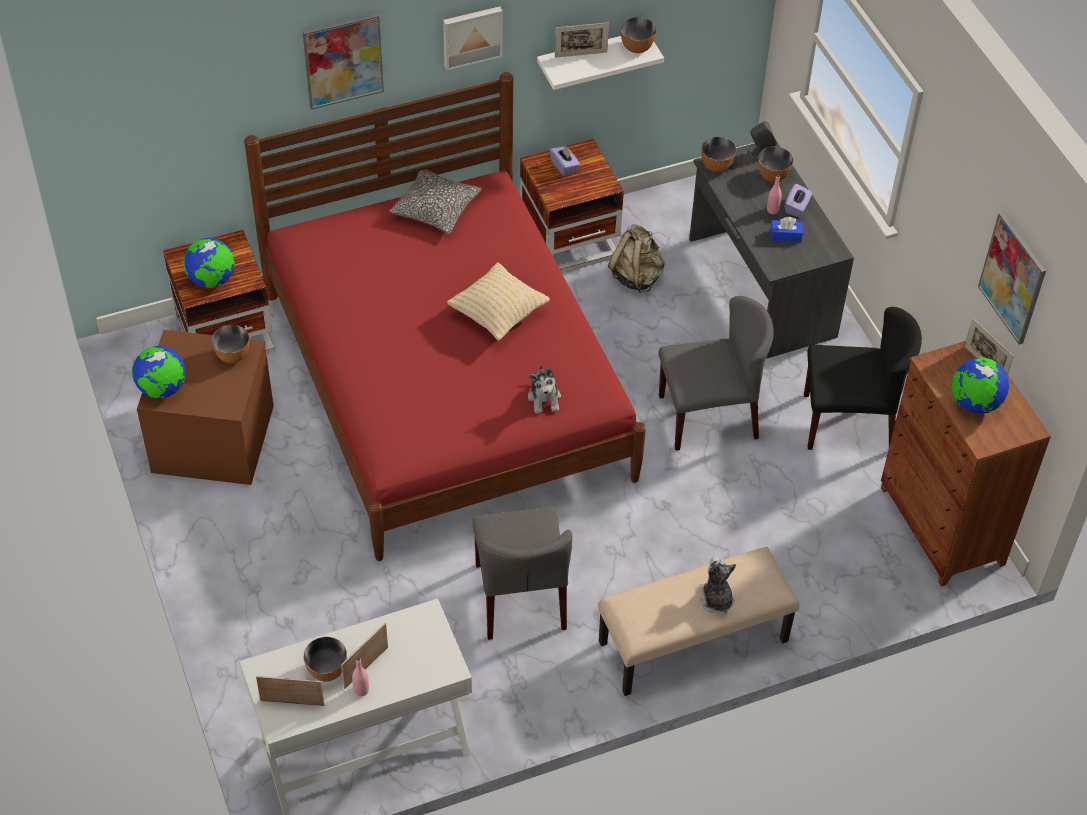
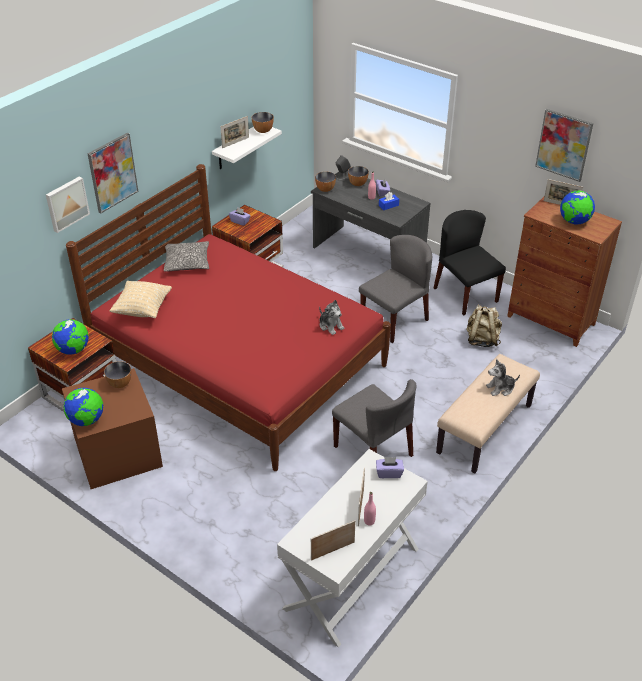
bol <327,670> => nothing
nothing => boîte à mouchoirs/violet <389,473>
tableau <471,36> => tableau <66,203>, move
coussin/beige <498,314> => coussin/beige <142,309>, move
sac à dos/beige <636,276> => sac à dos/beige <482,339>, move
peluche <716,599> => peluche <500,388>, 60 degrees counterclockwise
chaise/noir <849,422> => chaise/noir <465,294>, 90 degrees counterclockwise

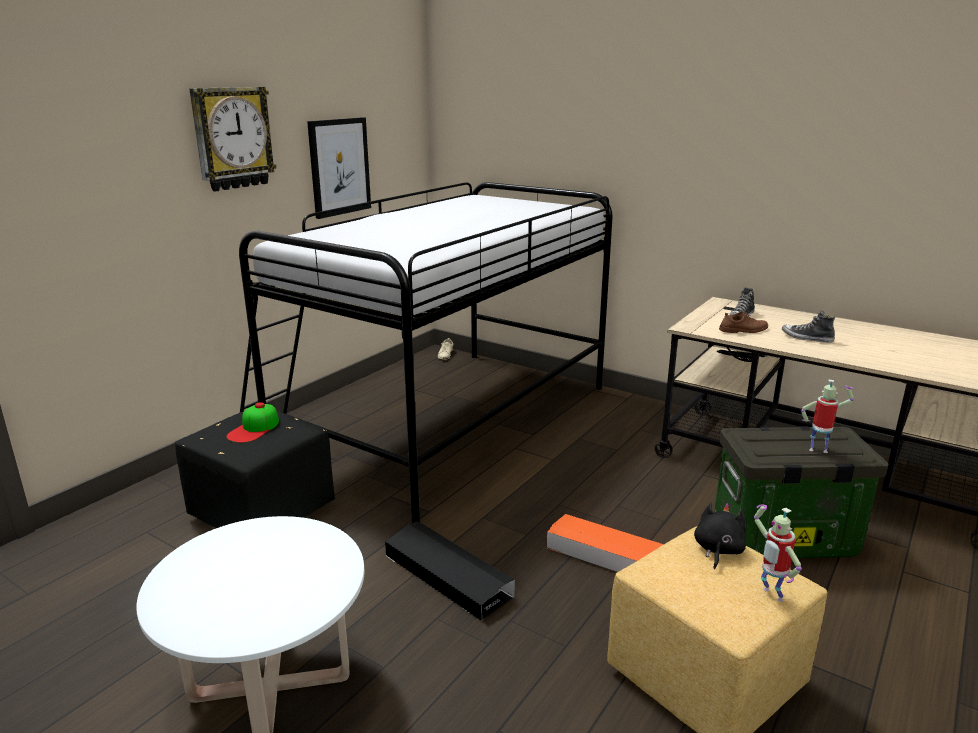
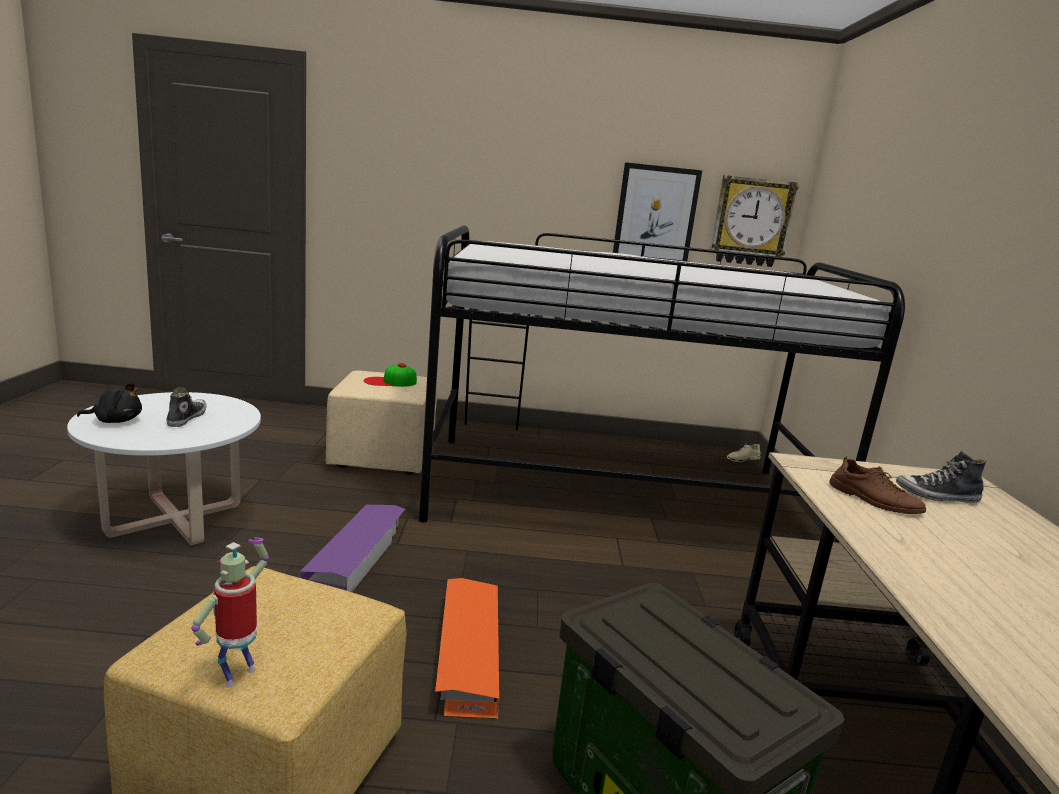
robot jouet <818,450> => nothing
horloge murale <232,138> => horloge murale <751,222>, move
peluche/noir <718,550> => peluche/noir <115,420>, move
chaussure <806,338> => chaussure <186,418>, move
pouf/noir <265,512> => pouf/beige <384,458>
boîte de rangement/noir <447,575> => boîte de rangement/violet <357,555>

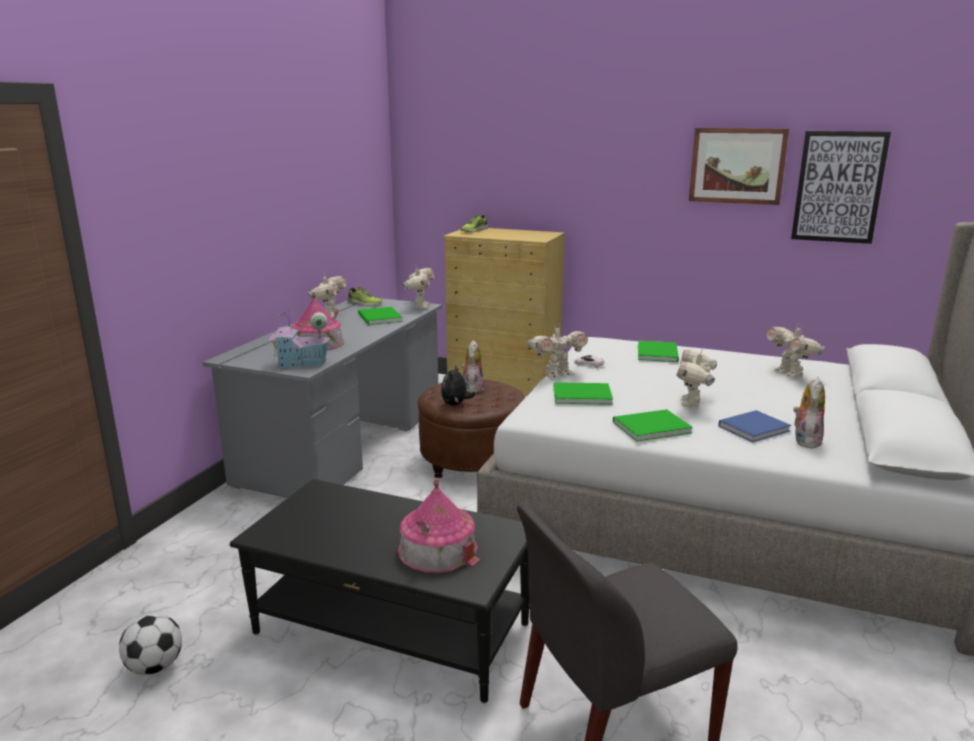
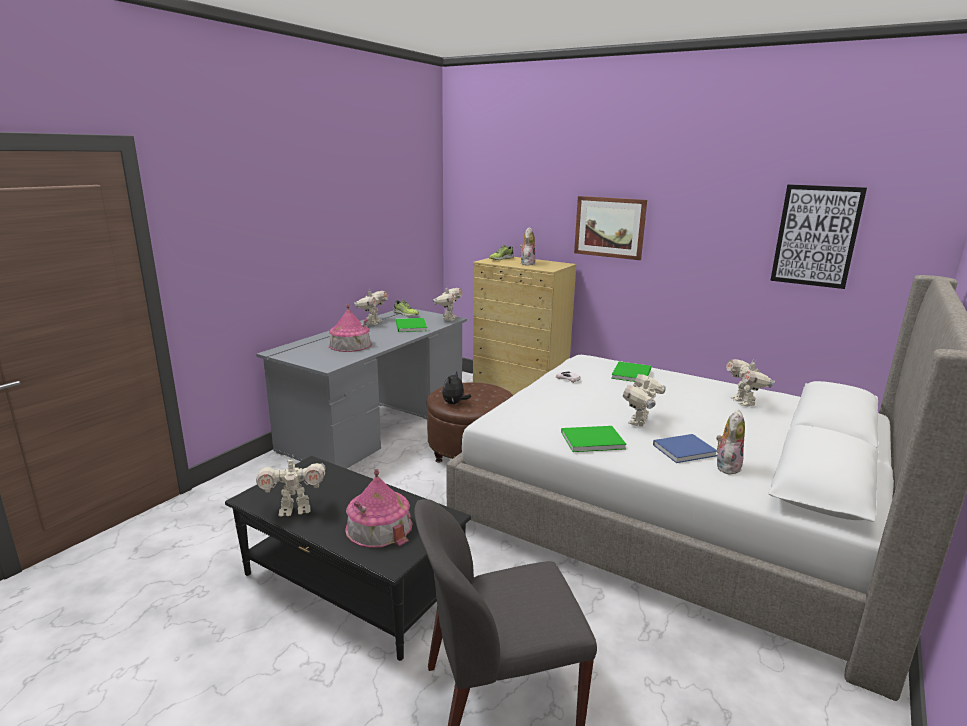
ballon de foot <155,667> => nothing
maison miniature <301,364> => nothing
livre/vert <580,395> => nothing
peluche <472,388> => peluche <527,263>, move
robot jouet <557,374> => robot jouet <295,510>, move
tableau <737,165> => tableau <609,227>, move

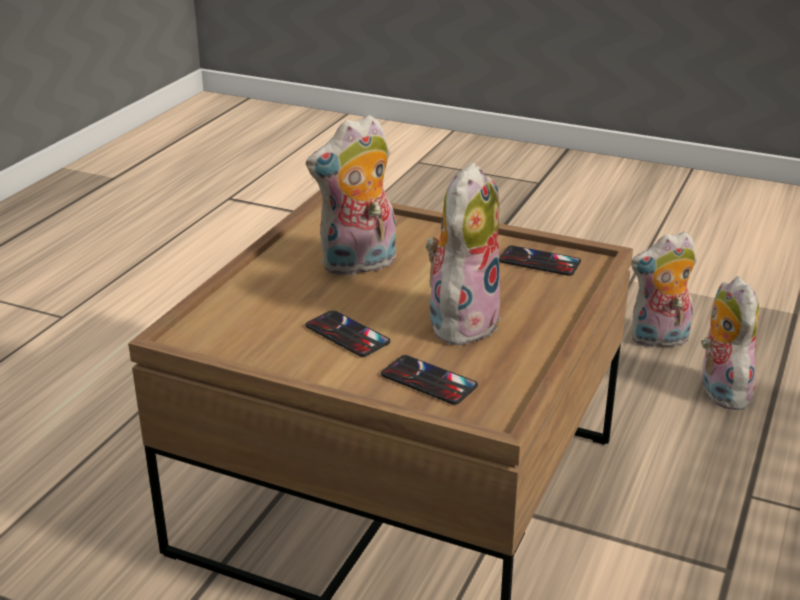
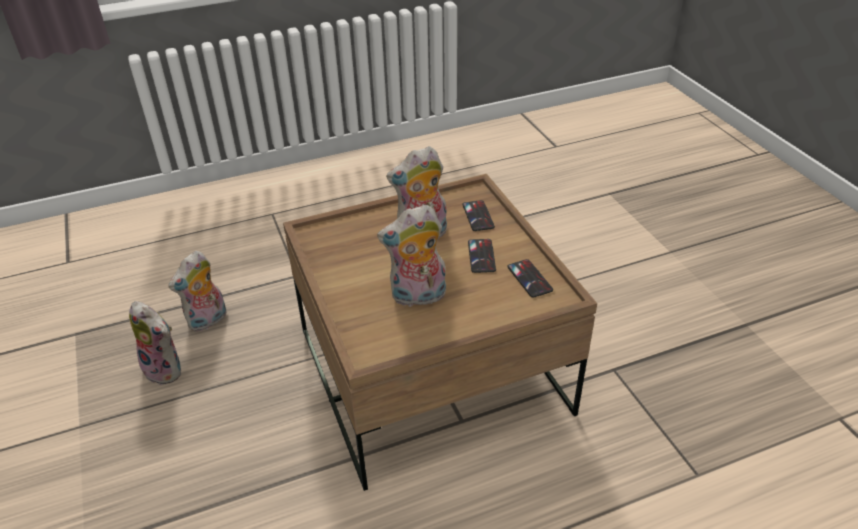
téléphone <539,262> => téléphone <529,278>, move
peluche <358,265> => peluche <417,297>, 150 degrees clockwise

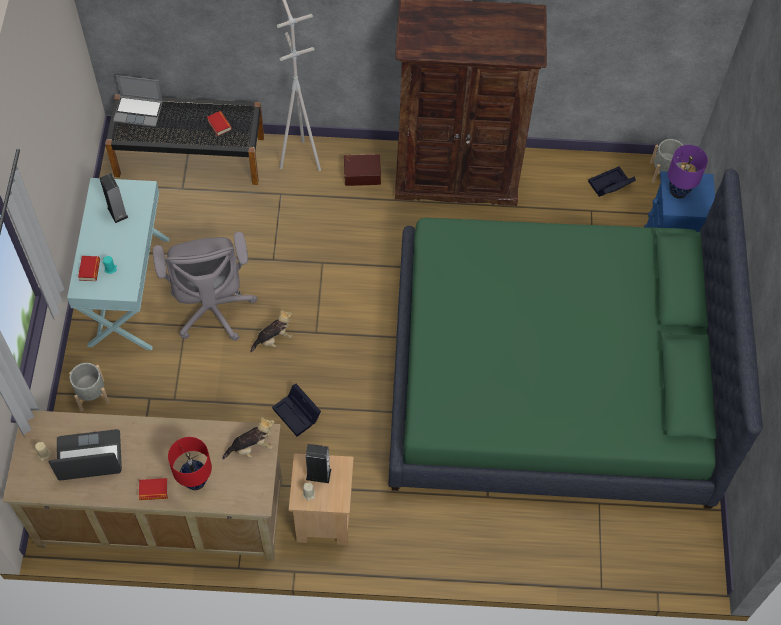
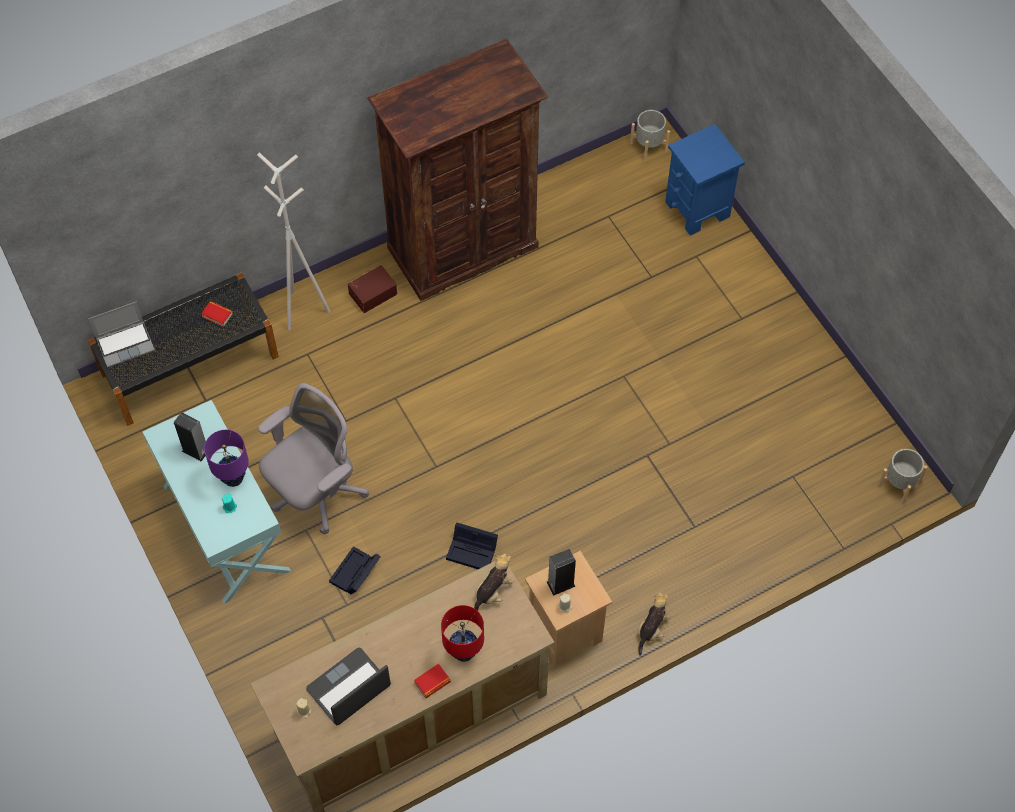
livre <90,270> => nothing
lit/vert <551,377> => nothing
cache-pot/gris <92,395> => cache-pot/gris <898,484>, move
peluche <274,339> => peluche <652,629>, move
boîte de rangement/noir <609,186> => boîte de rangement/noir <355,574>, move
lampe de table/violet <678,191> => lampe de table/violet <233,477>, move
chaise de bureau/gris <210,304> => chaise de bureau/gris <315,496>, 90 degrees counterclockwise

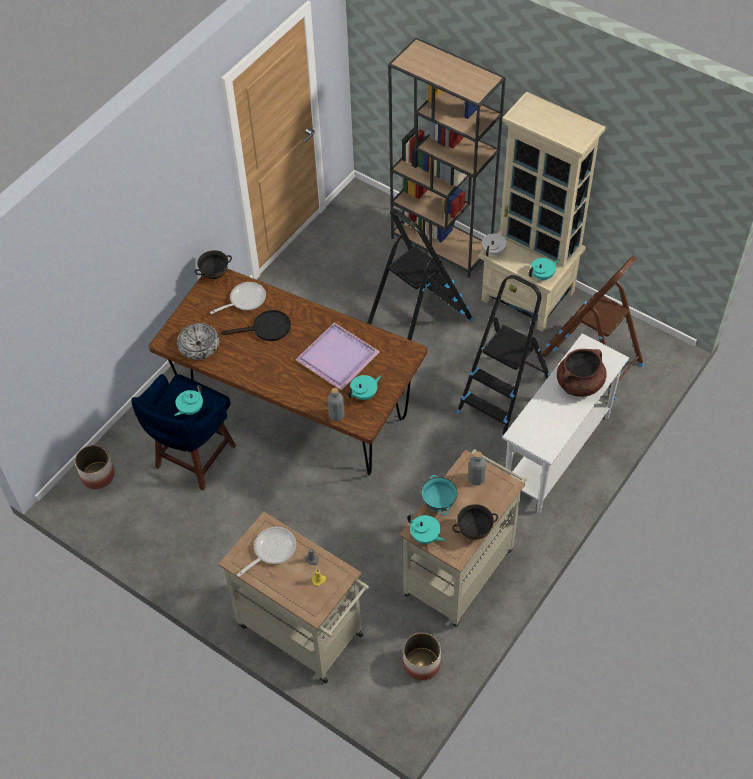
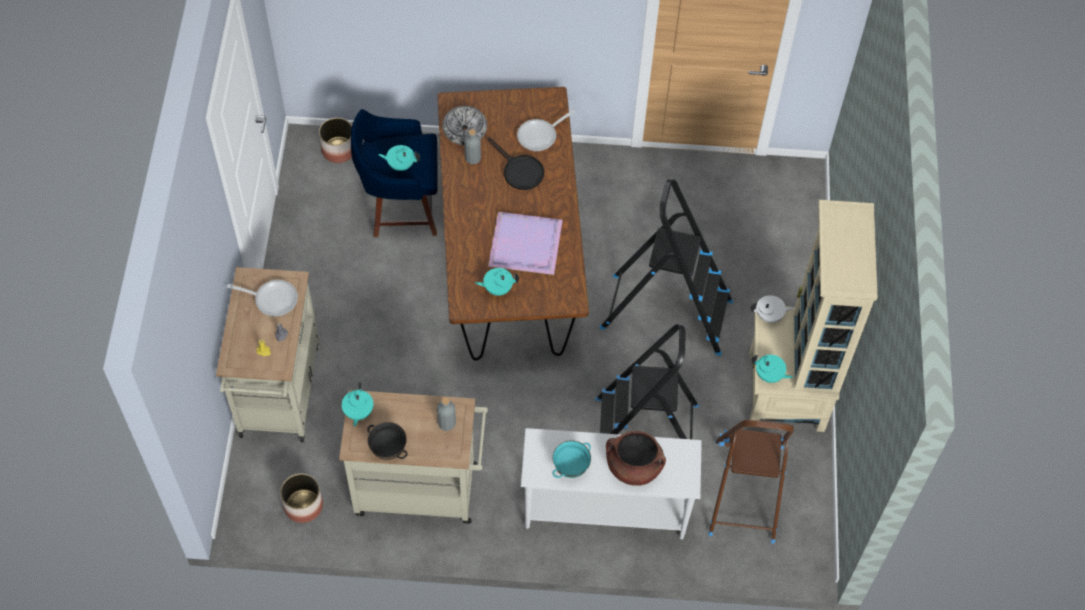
bol/noir <215,274> => nothing
bibliothèque <442,244> => nothing
bouteille/gris <336,415> => bouteille/gris <473,158>, move
bol/turquoise <438,503> => bol/turquoise <570,467>, move
poêle <244,300> => poêle <540,136>, 120 degrees clockwise
théière/turquoise <364,394> => théière/turquoise <497,288>, 150 degrees clockwise

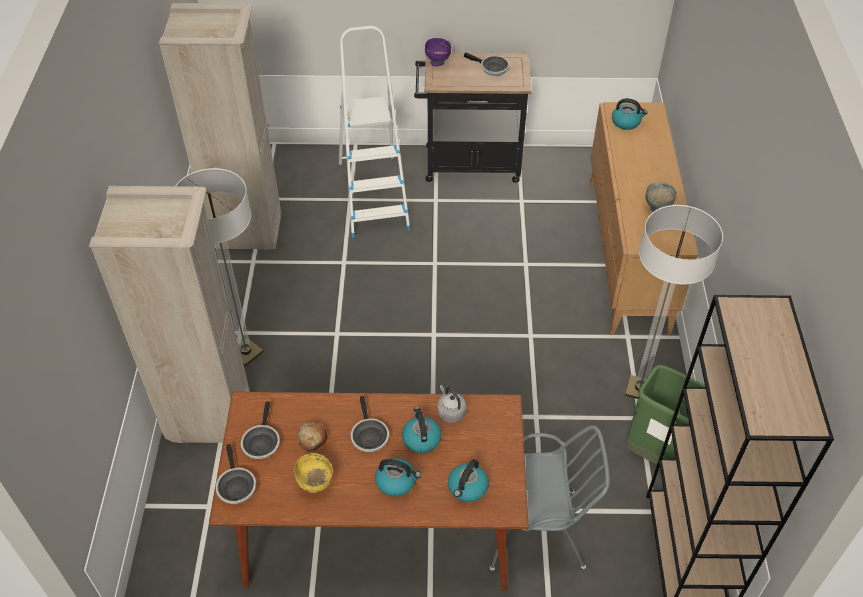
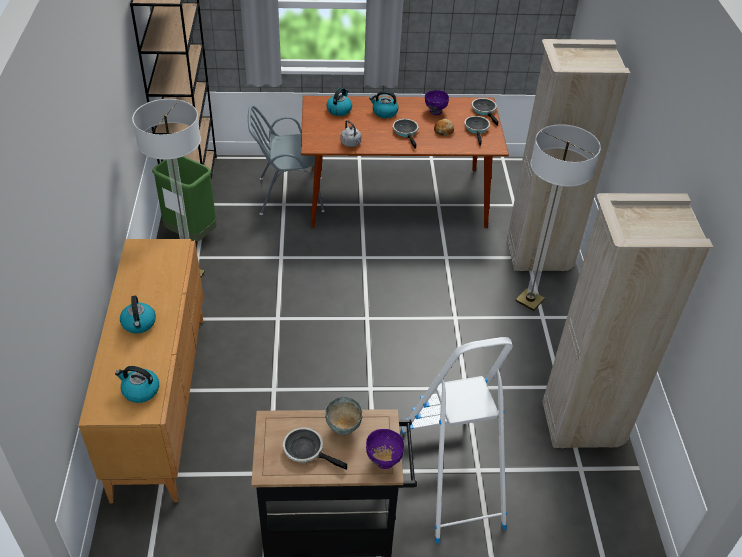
bouilloire <421,438> => bouilloire <139,324>, move
bol/gris <657,208> => bol/gris <343,428>, move
bol/jaune <315,484> => bol/violet <435,111>

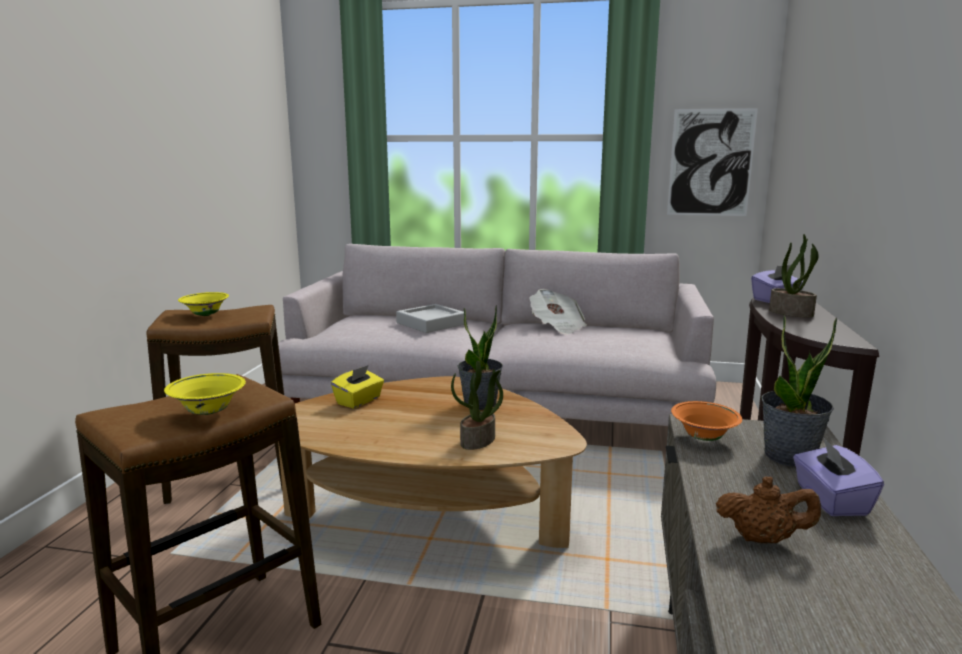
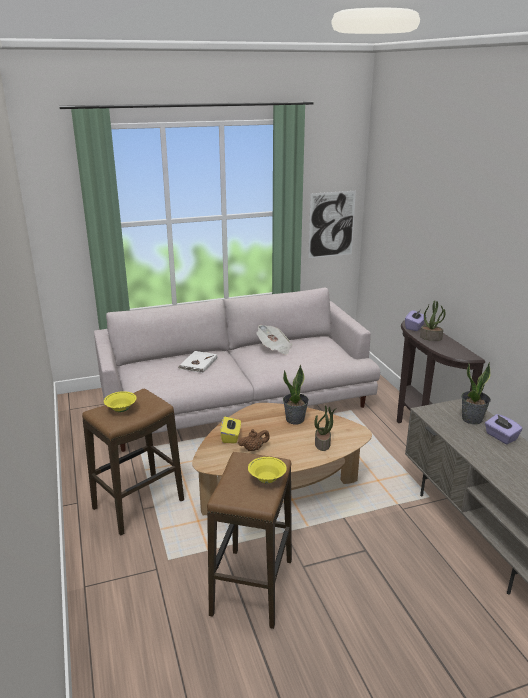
bol/orange <703,438> => nothing
théière/marron <763,539> => théière/marron <253,449>, move
plateau/gris <431,323> => livre/blanc <198,363>

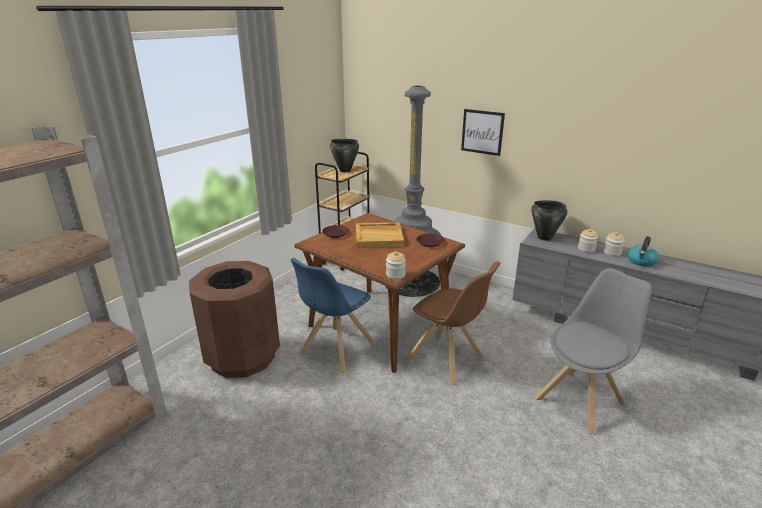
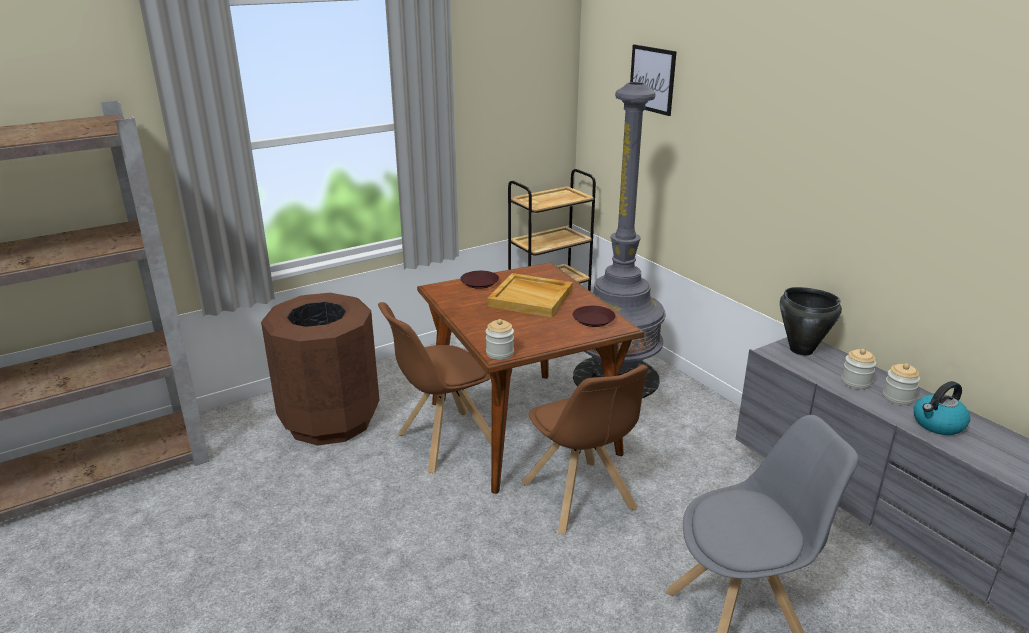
marmite/noir <344,170> => nothing
tableau <482,132> => tableau <652,79>, move
chaise/bleu <335,349> => chaise/marron <443,442>

